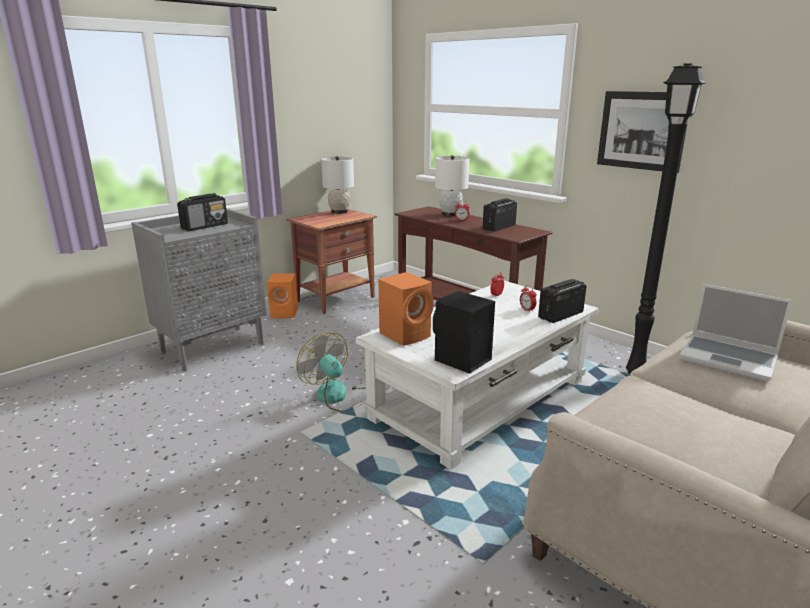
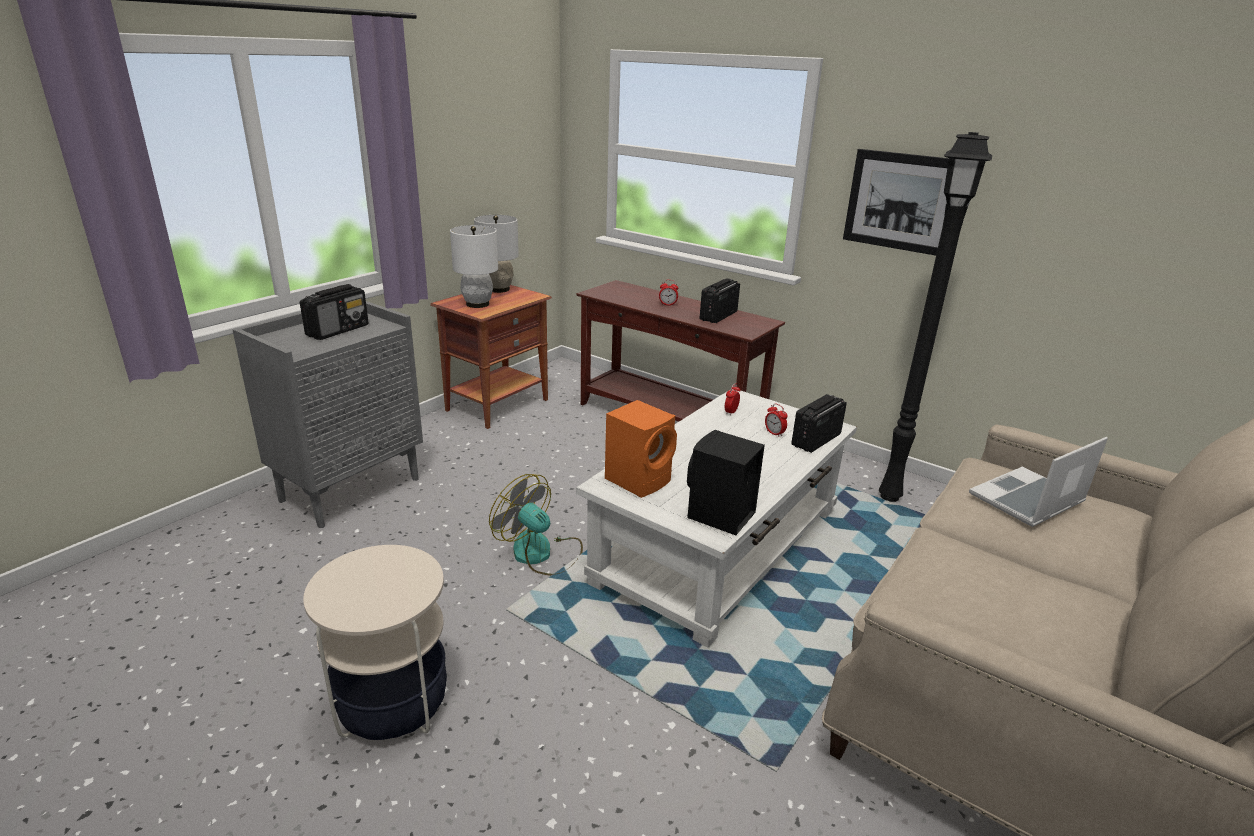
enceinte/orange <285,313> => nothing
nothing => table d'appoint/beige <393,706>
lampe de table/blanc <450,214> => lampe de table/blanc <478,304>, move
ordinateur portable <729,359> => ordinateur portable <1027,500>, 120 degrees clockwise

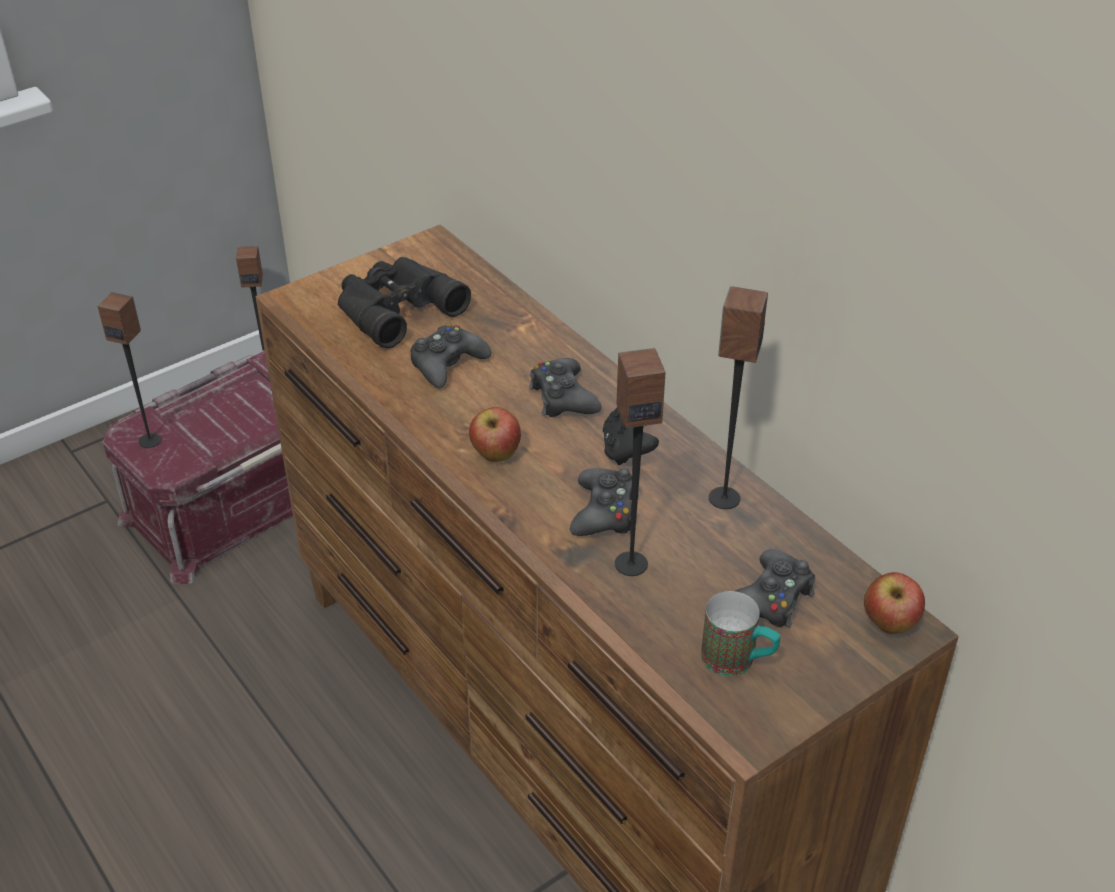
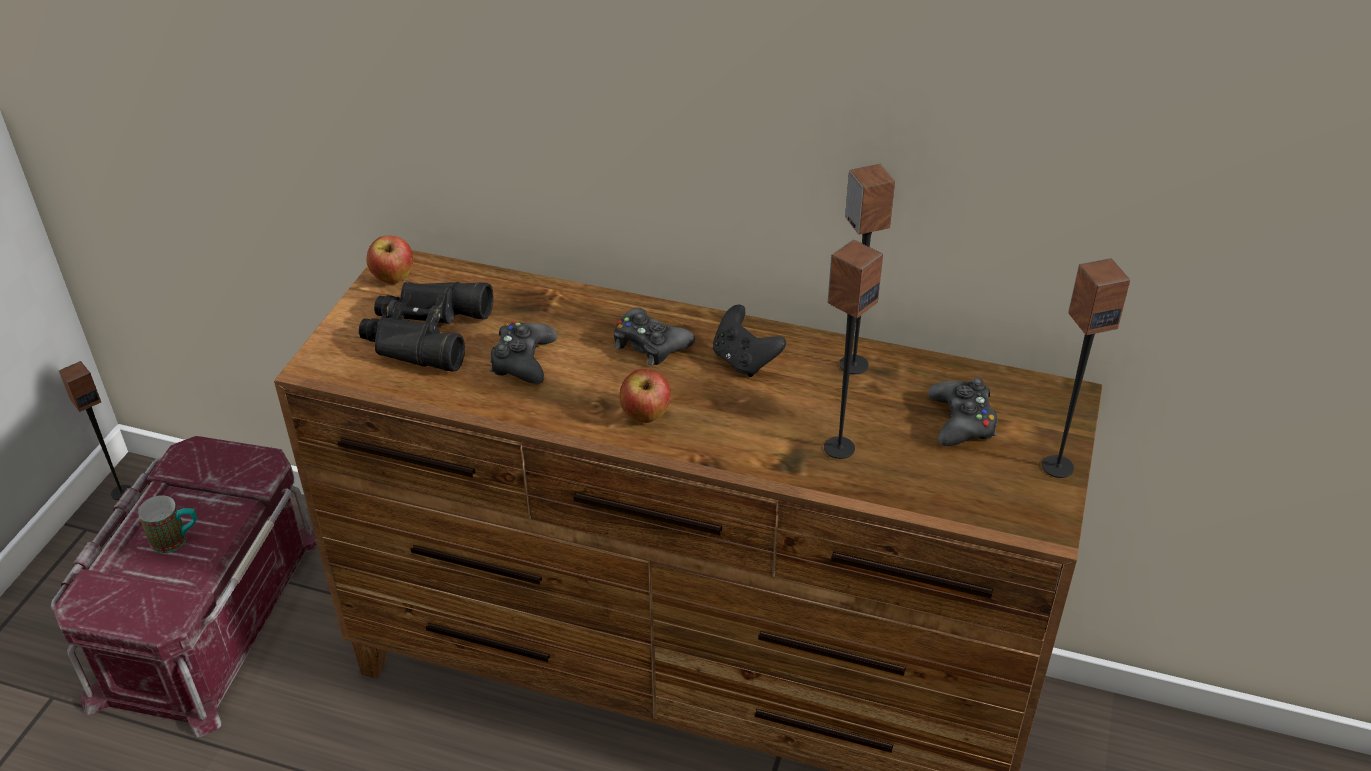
manette/noir <605,512> => nothing
enceinte <150,440> => enceinte <1057,466>, move
mug <738,661> => mug <177,540>, move
pomme <889,625> => pomme <393,279>, move

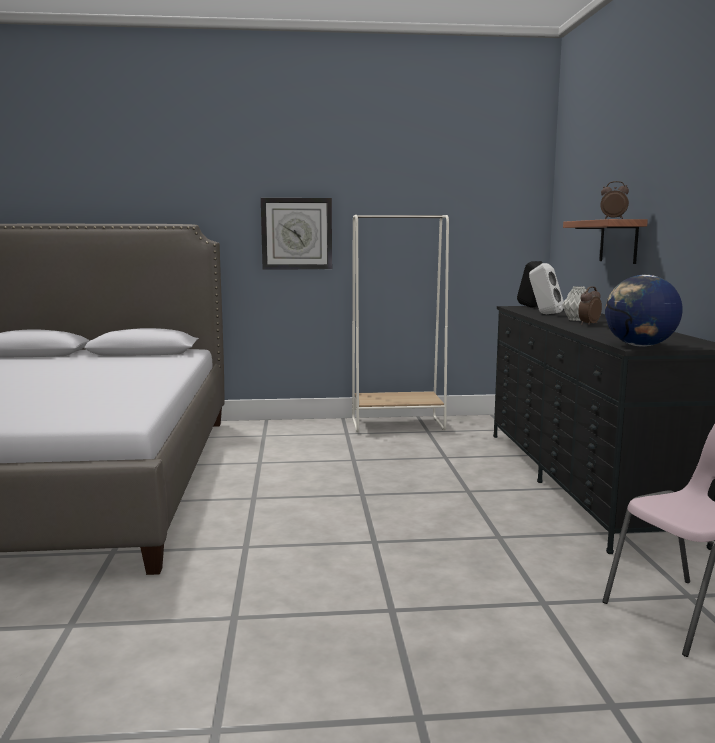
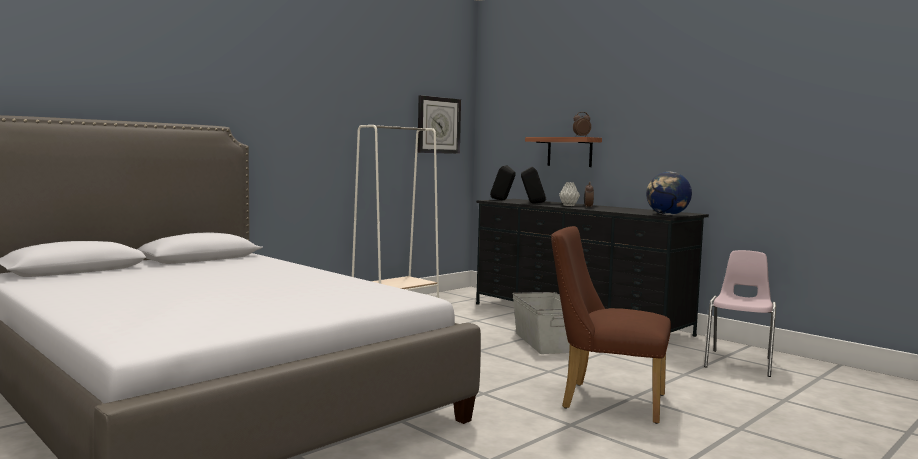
nothing => boîte de rangement/gris <545,342>
nothing => chaise/marron <605,400>
horloge murale <296,233> => horloge murale <438,125>, move
enceinte/blanc <544,314> => enceinte/noir <532,203>

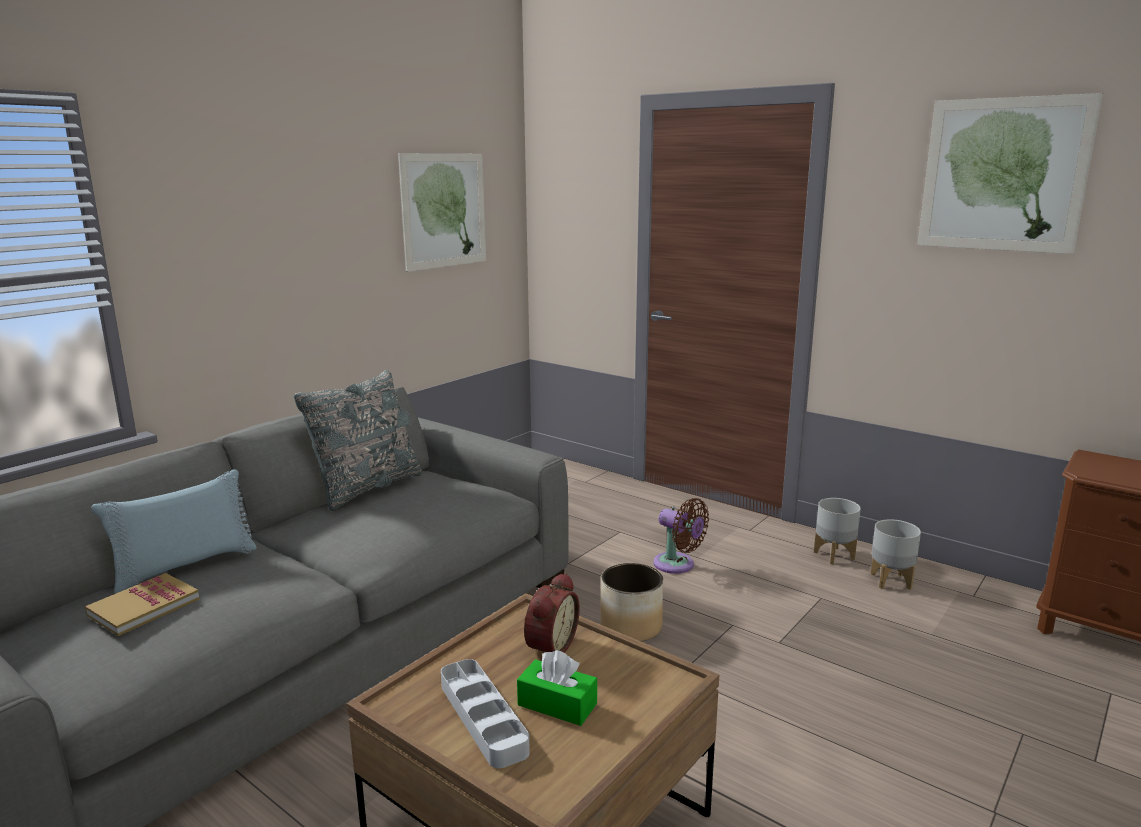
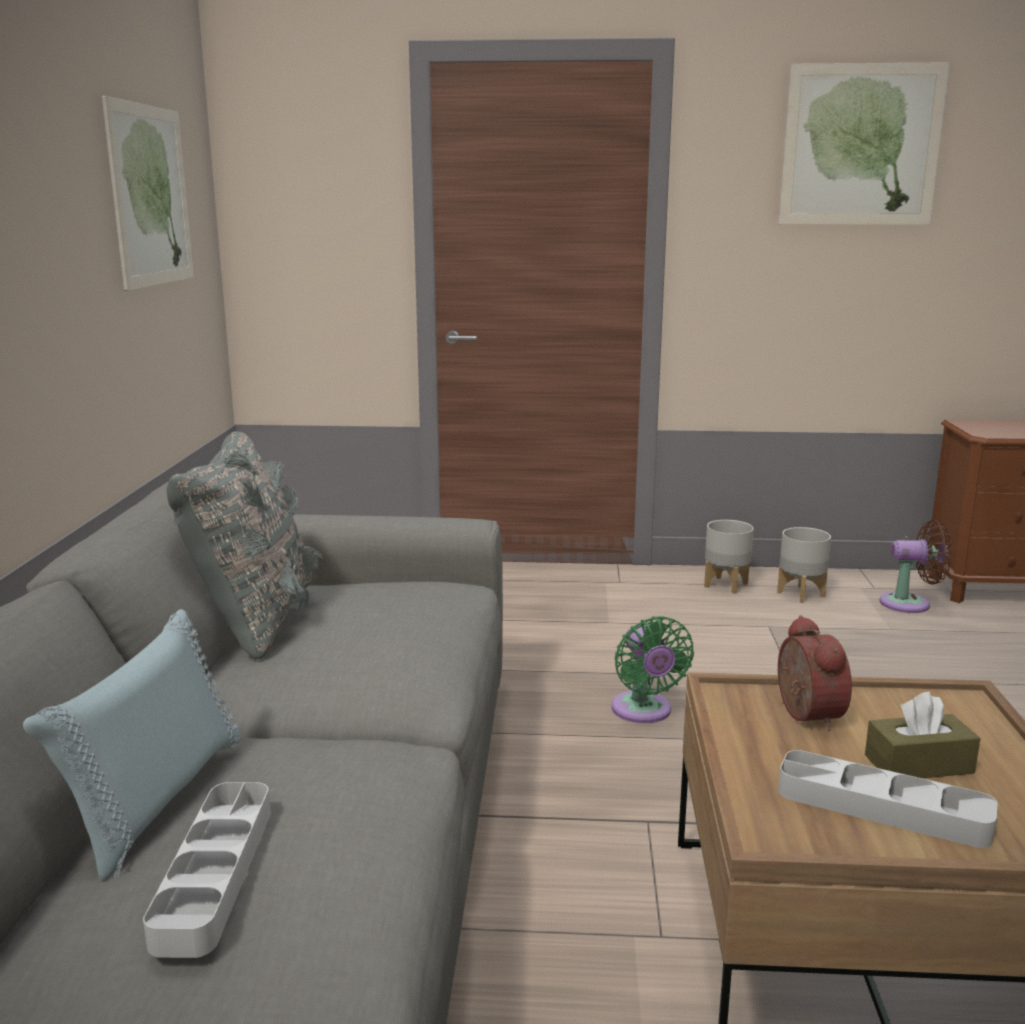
ventilateur/marron <677,565> => ventilateur/marron <910,604>, move
livre <144,607> => plateau/gris <214,873>
cache-pot <631,627> => ventilateur/vert <643,712>
boîte à mouchoirs/vert <557,704> => boîte à mouchoirs/marron <918,764>

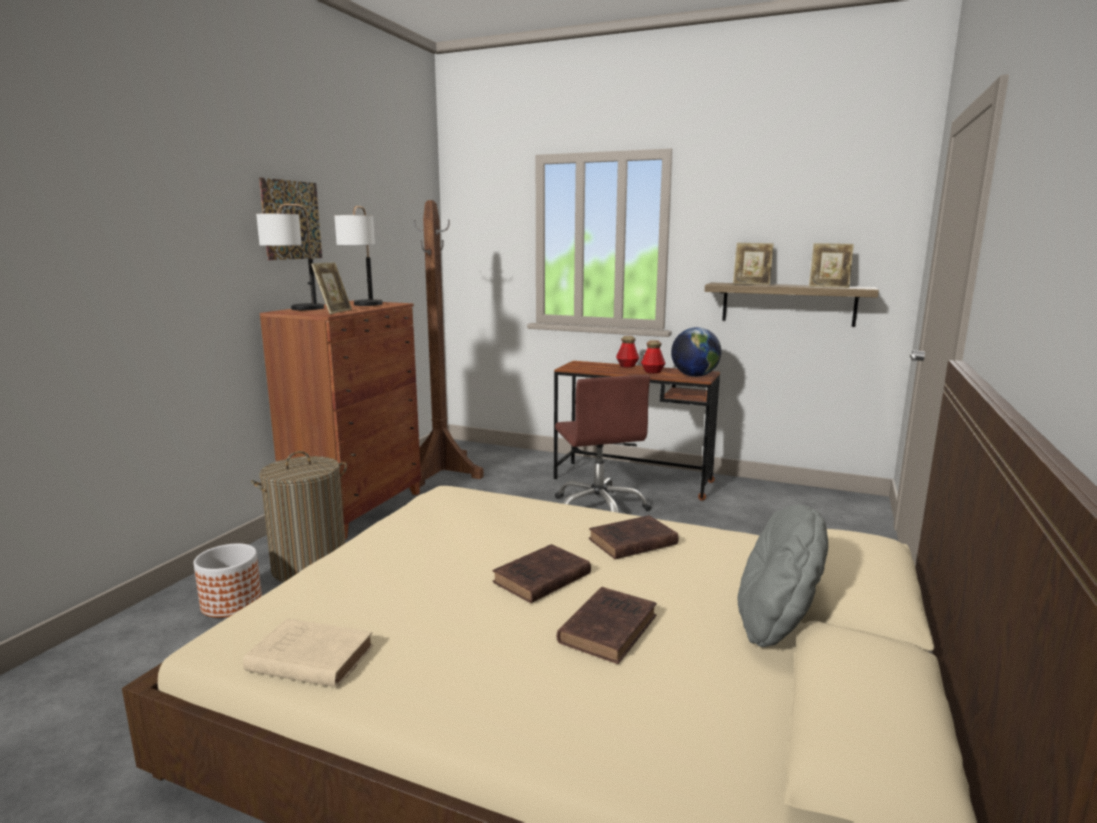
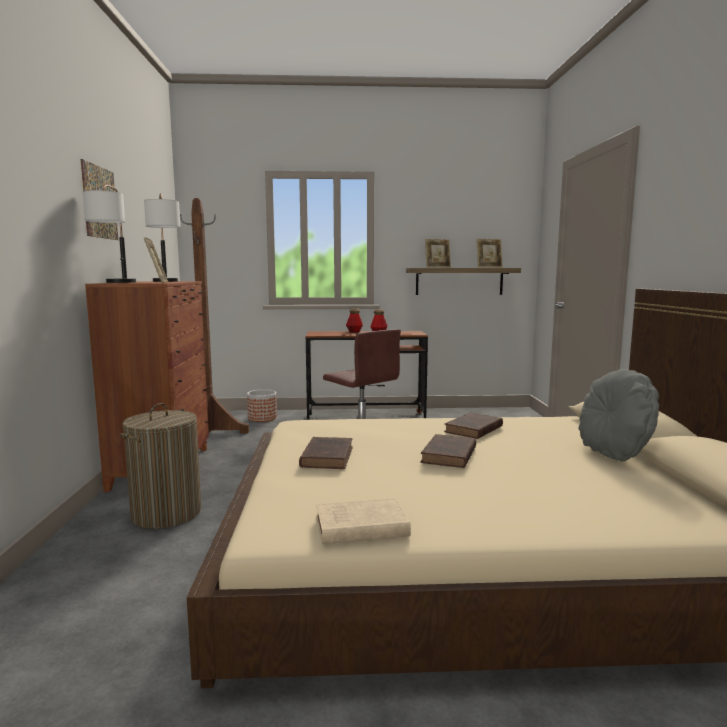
globe <694,376> => nothing
cache-pot <232,603> => cache-pot <262,418>, move
livre/marron <609,628> => livre/marron <327,456>, move

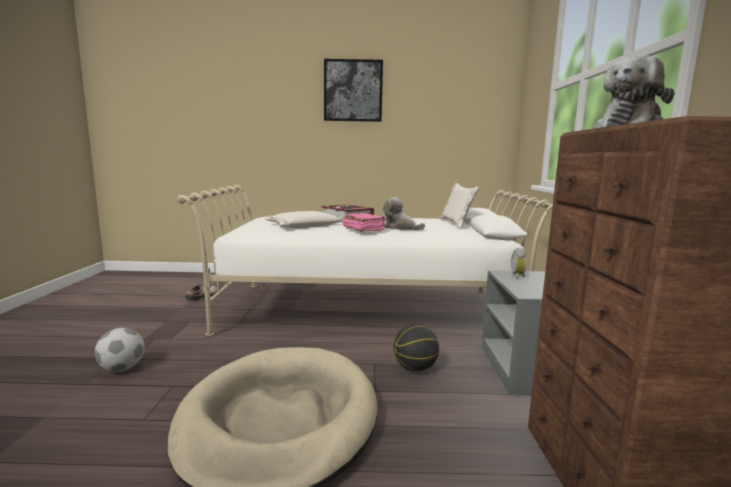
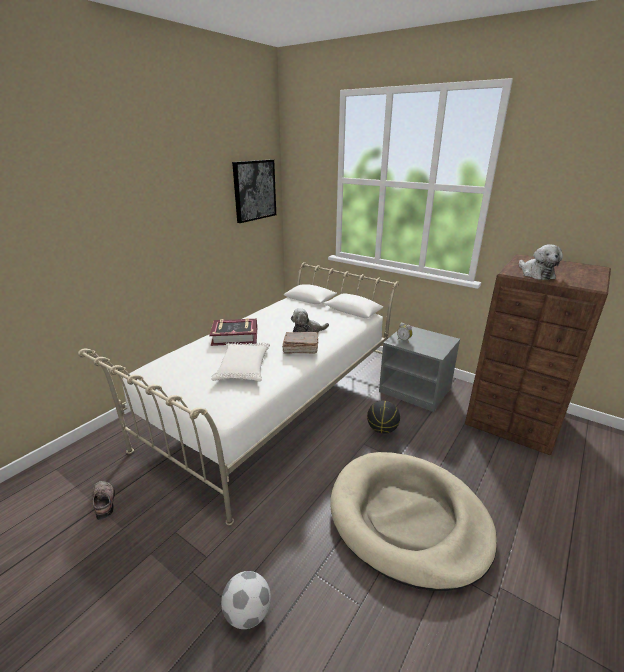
coussin/blanc <456,224> => nothing
tableau <353,91> => tableau <254,190>, move
livre/rose <363,230> => livre/marron <300,349>

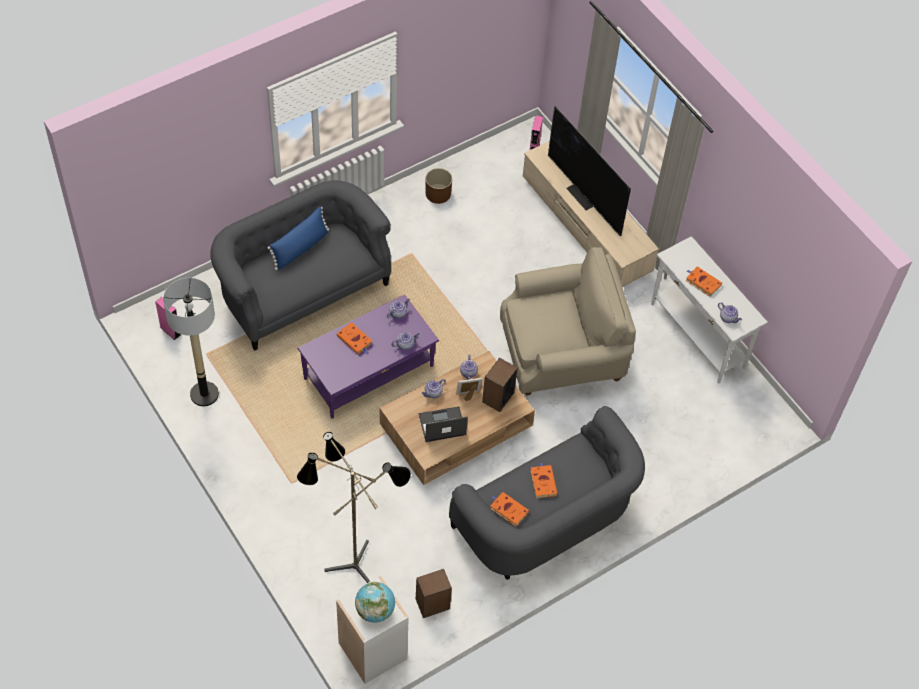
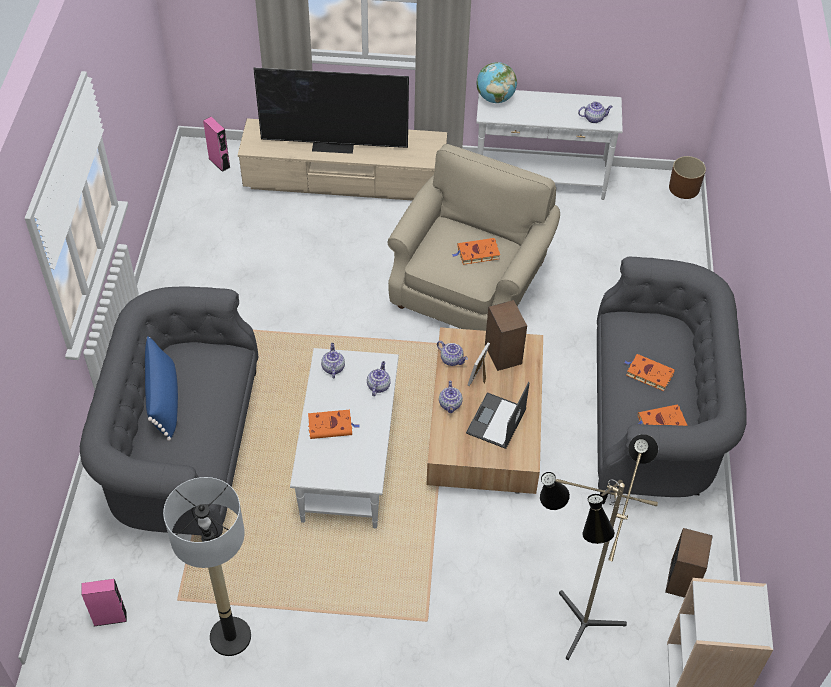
globe <375,610> => globe <495,98>, move
cache-pot/marron <438,194> => cache-pot/marron <684,188>, move
livre/orange <702,282> => livre/orange <477,253>, move
table basse/violet <369,372> => table basse/blanc <348,456>

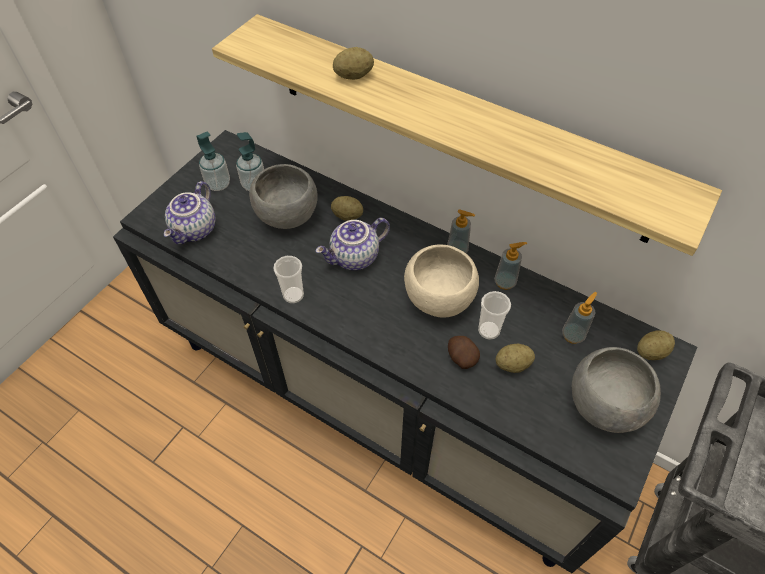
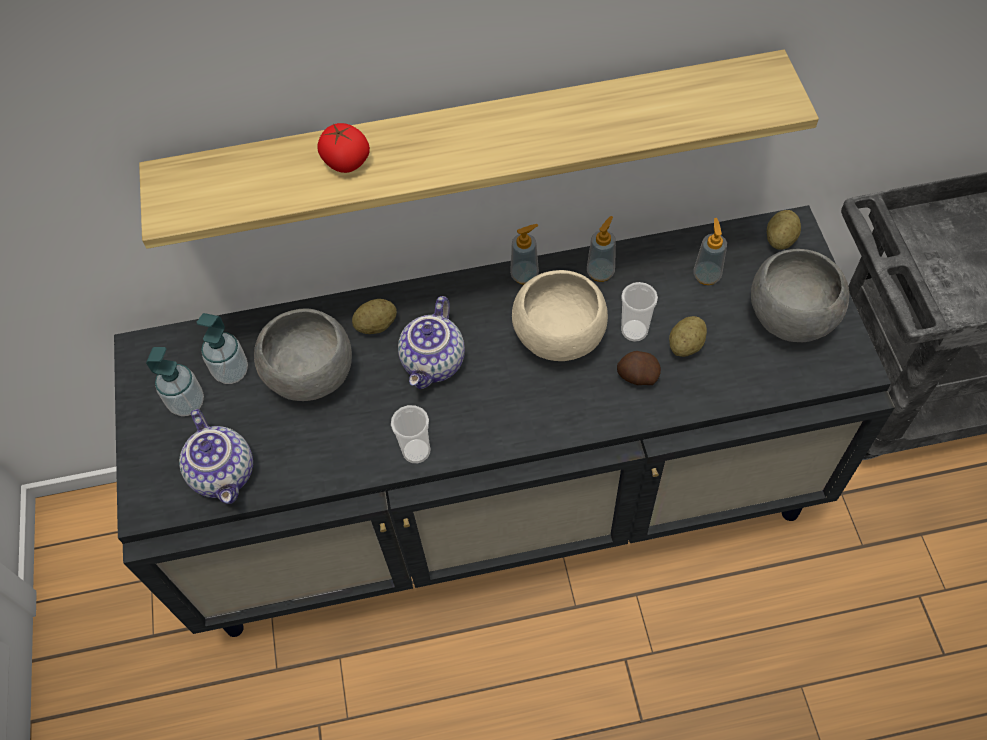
pomme de terre <353,76> => tomate <346,162>

